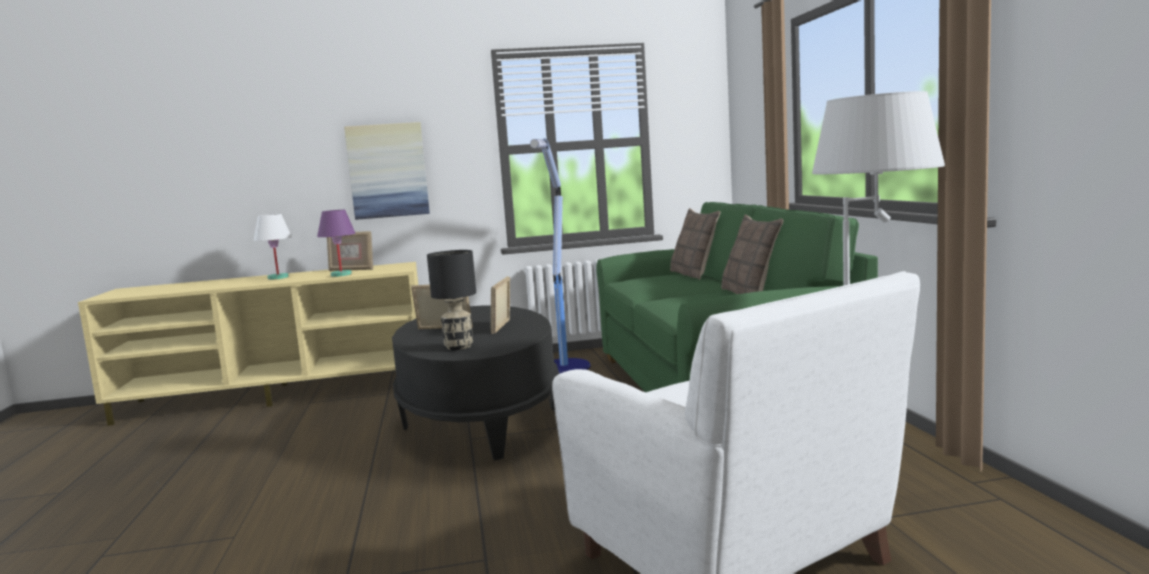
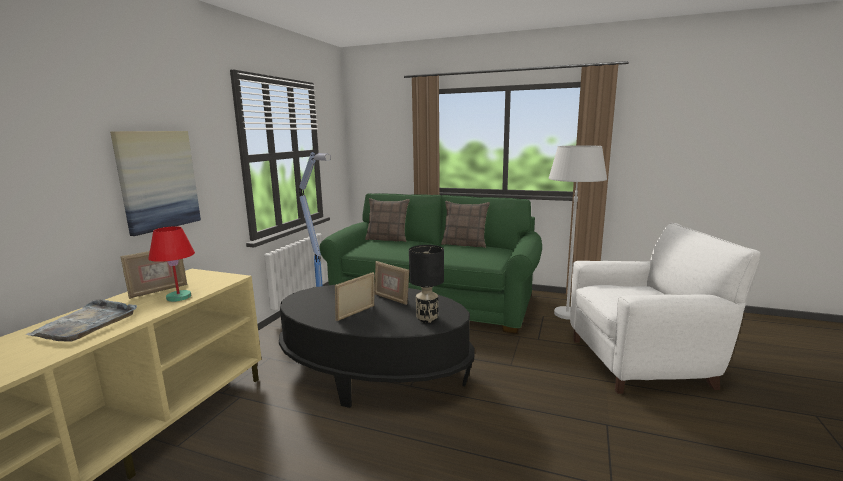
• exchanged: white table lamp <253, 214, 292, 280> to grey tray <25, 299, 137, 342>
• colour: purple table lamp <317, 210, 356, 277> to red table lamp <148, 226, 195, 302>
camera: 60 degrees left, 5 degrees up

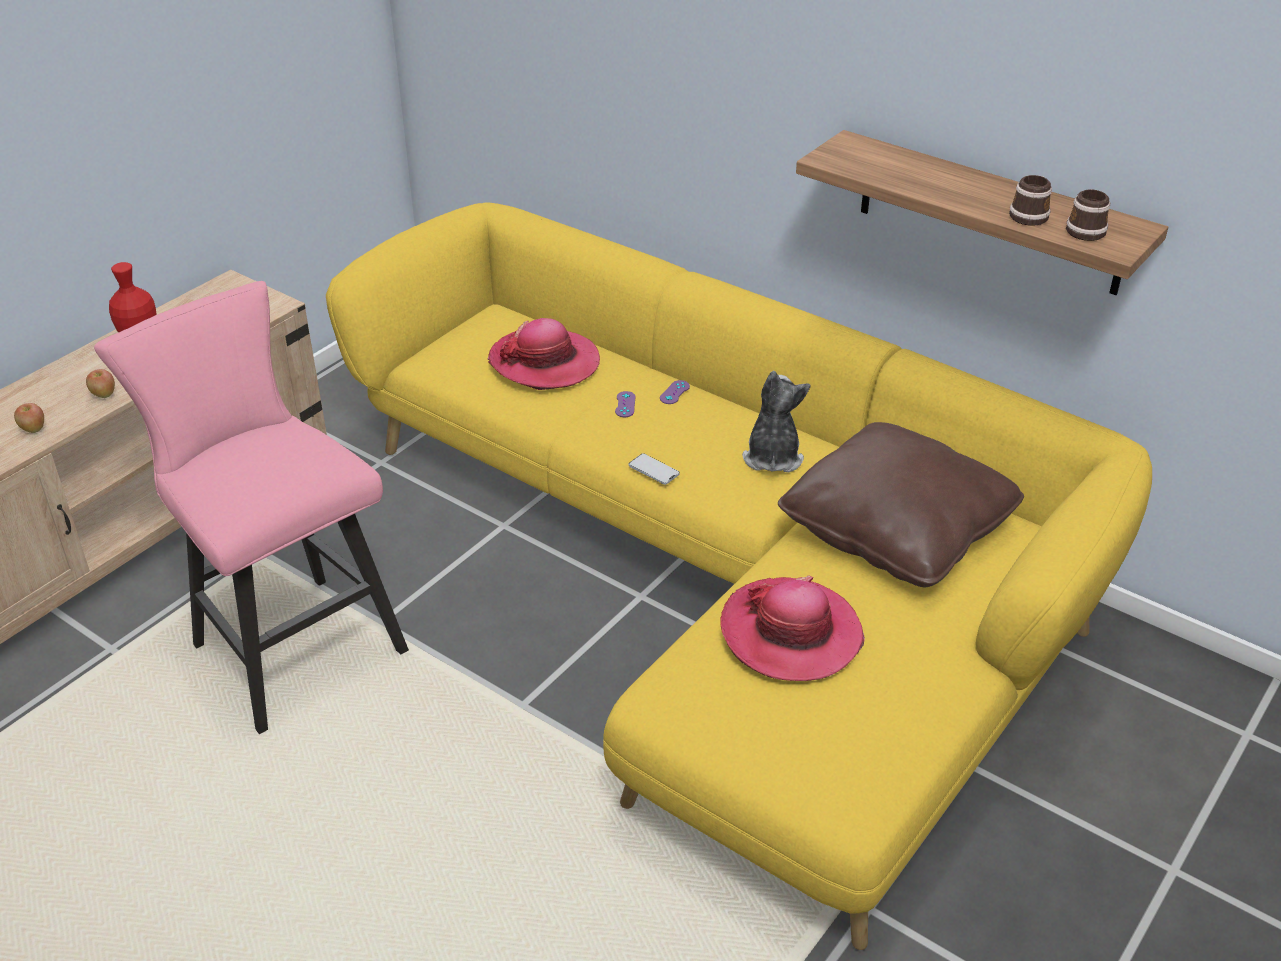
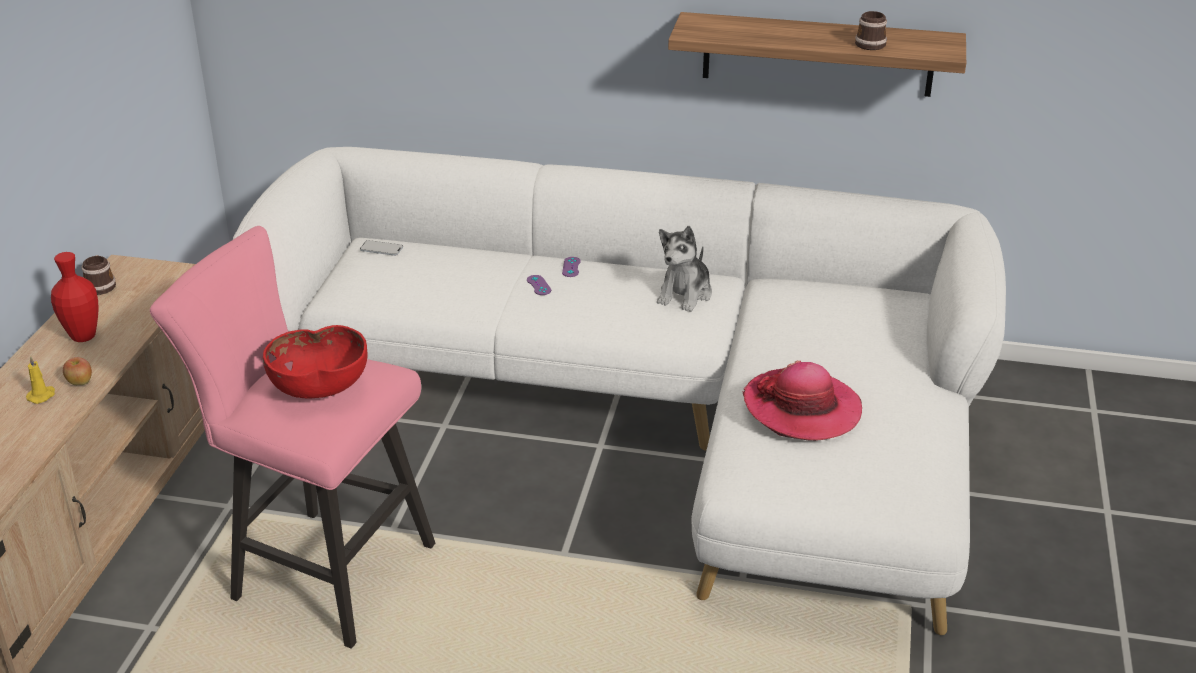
• missing: apple <14, 403, 44, 433>
• colour: yellow sofa <326, 202, 1152, 950> to white sofa <233, 147, 1006, 635>
• missing: hat <488, 318, 600, 390>
• relocated: phone <629, 453, 680, 485> to <360, 240, 403, 256>
• spun: plush toy <742, 371, 811, 472> = <657, 226, 712, 312> 135 degrees counterclockwise
• missing: brown pillow <778, 422, 1024, 587>
• relocated: mug <1066, 189, 1110, 241> to <82, 255, 116, 295>
• appeared: yellow candle <26, 356, 55, 404>
• appeared: red bowl <263, 325, 368, 399>
camera: 25 degrees left, 5 degrees down

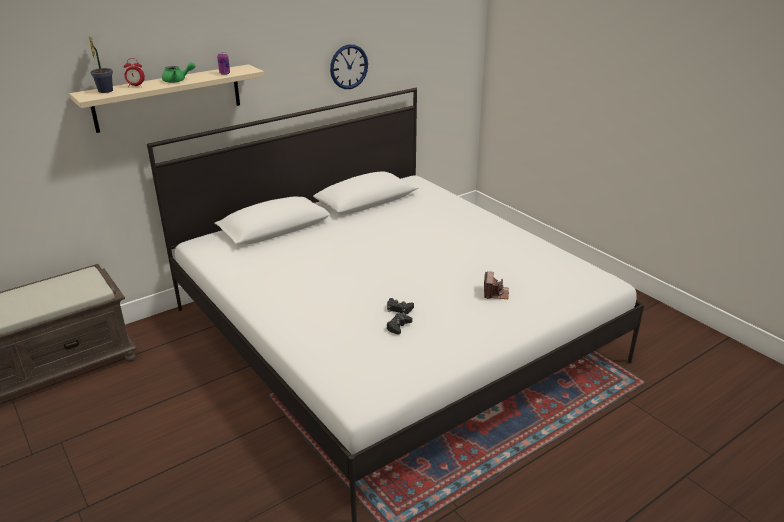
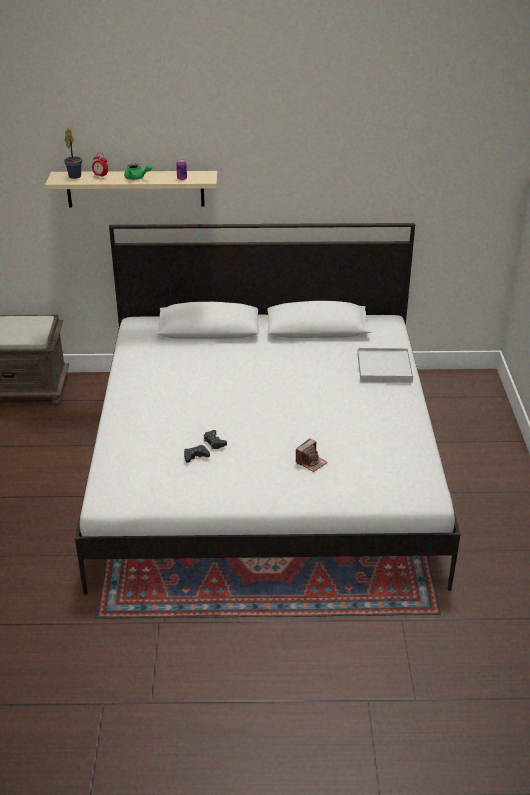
• missing: wall clock <330, 44, 368, 89>
• appeared: white tray <358, 348, 413, 383>
camera: 35 degrees right, 5 degrees up

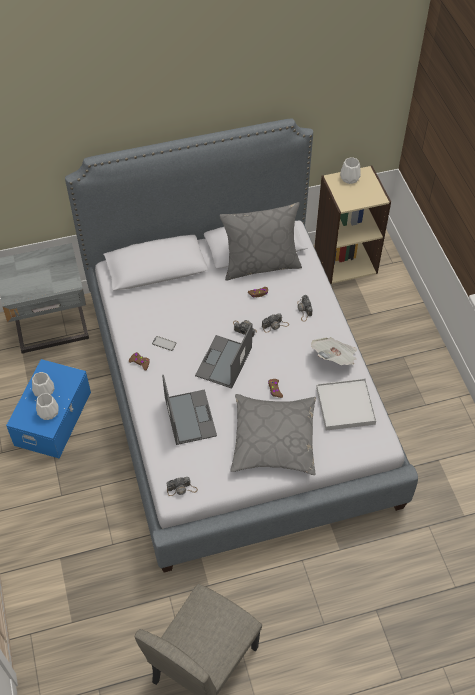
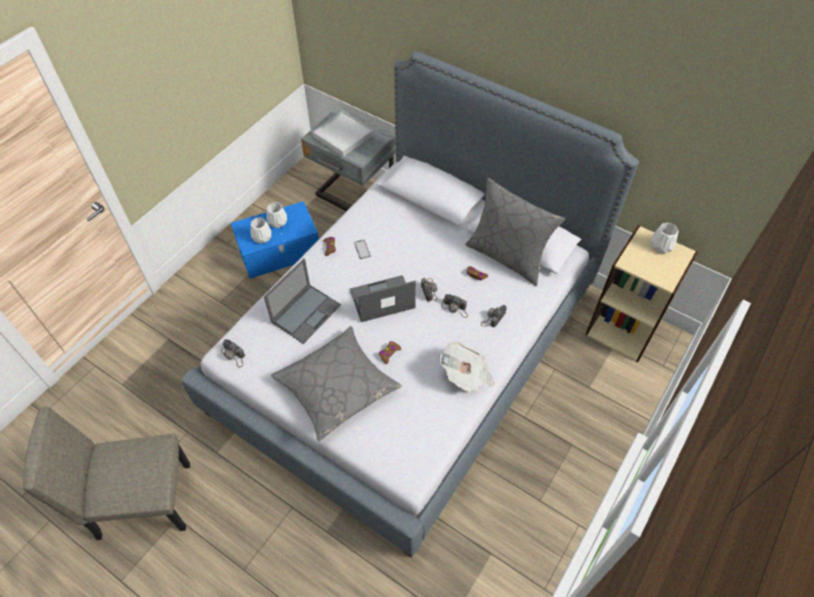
• relocated: white tray <316, 378, 376, 431> to <313, 111, 374, 157>
camera: 50 degrees right, 0 degrees up

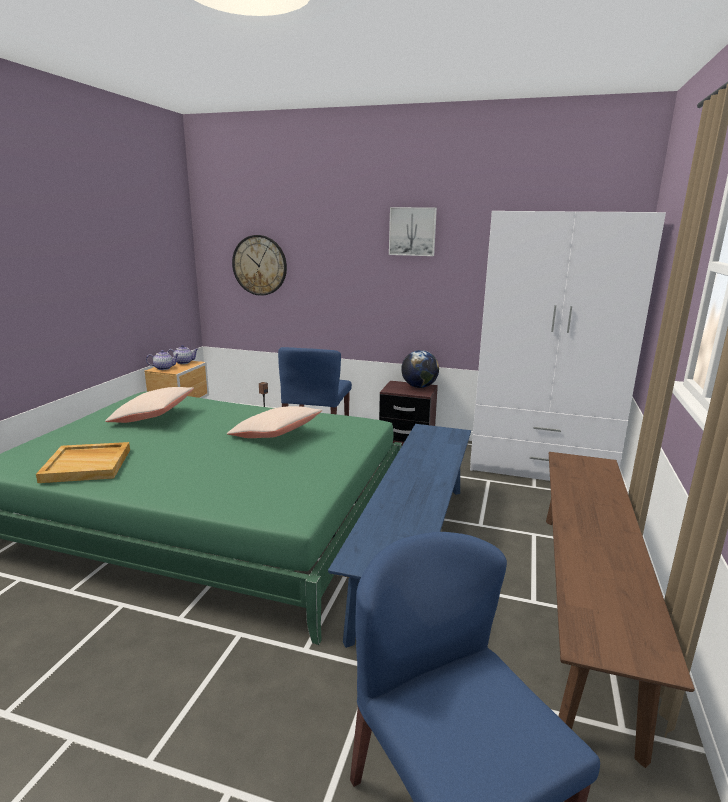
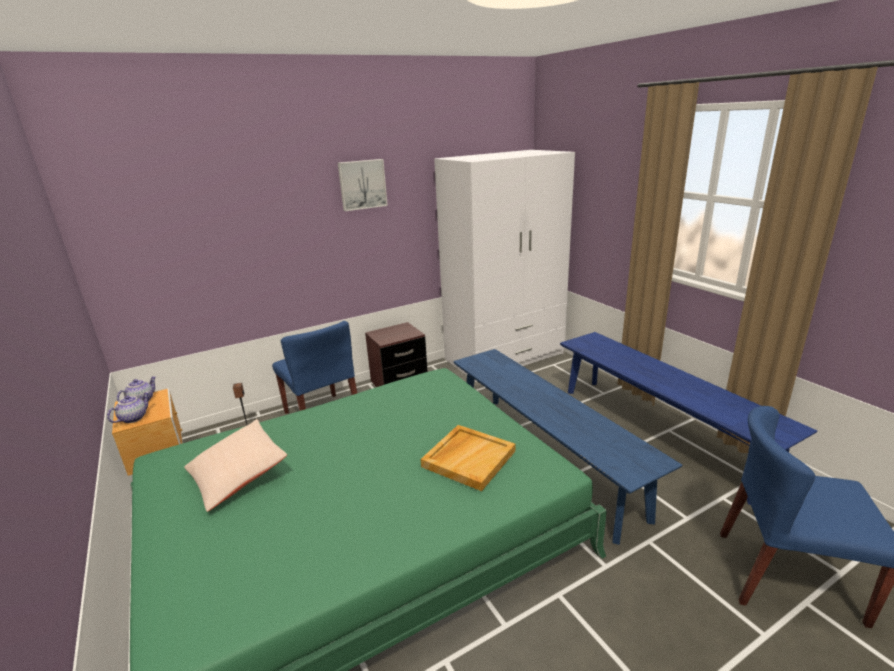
• relocated: beige tray <36, 442, 130, 483> to <421, 425, 515, 491>
• missing: beige pillow <227, 406, 322, 438>
• missing: wall clock <232, 235, 287, 296>
• missing: globe <401, 350, 439, 388>
• colour: brown bench <546, 452, 695, 768> to blue bench <560, 332, 817, 505>
camera: 45 degrees left, 5 degrees up

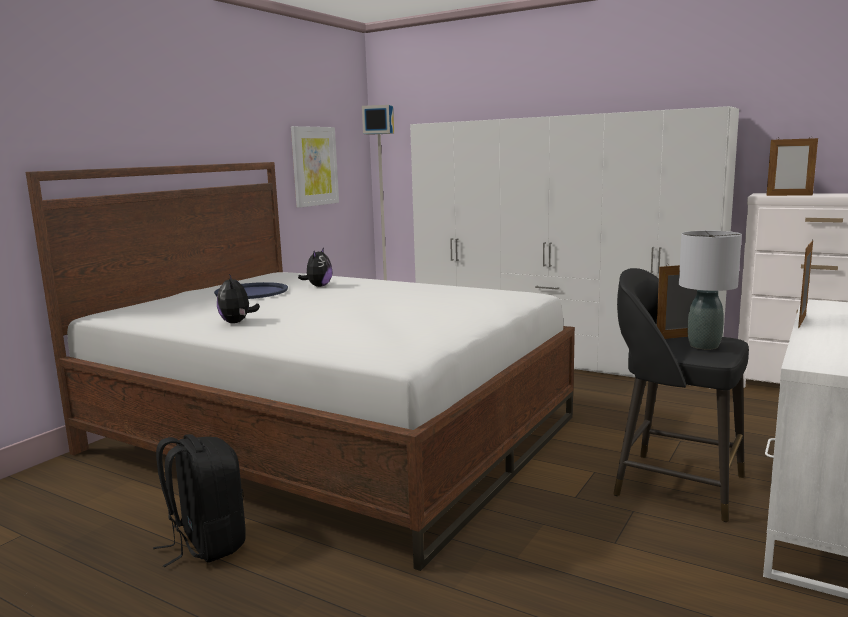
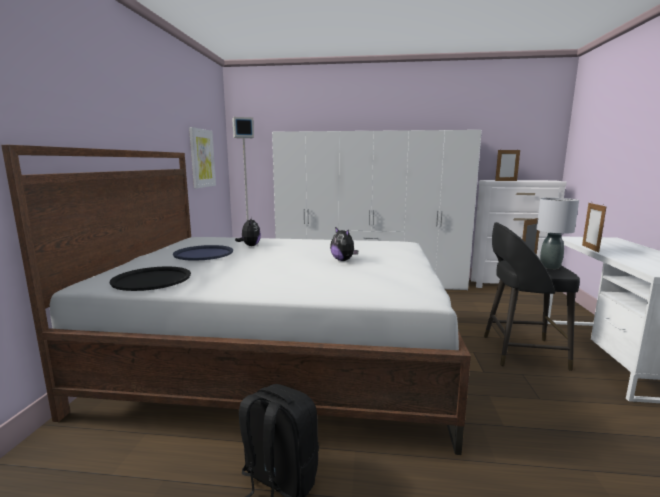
• relocated: plush toy <217, 274, 260, 323> to <330, 227, 359, 261>
• appeared: black tray <110, 266, 191, 291>
camera: 25 degrees left, 0 degrees up

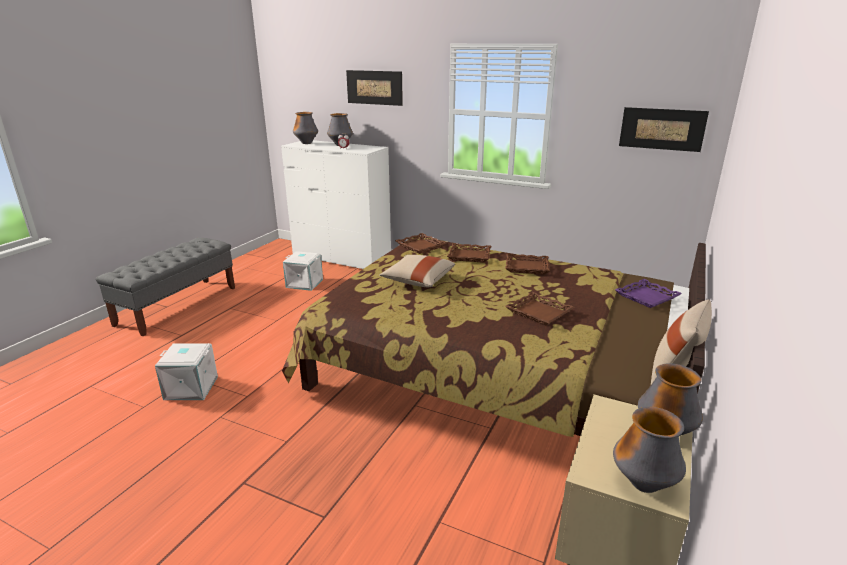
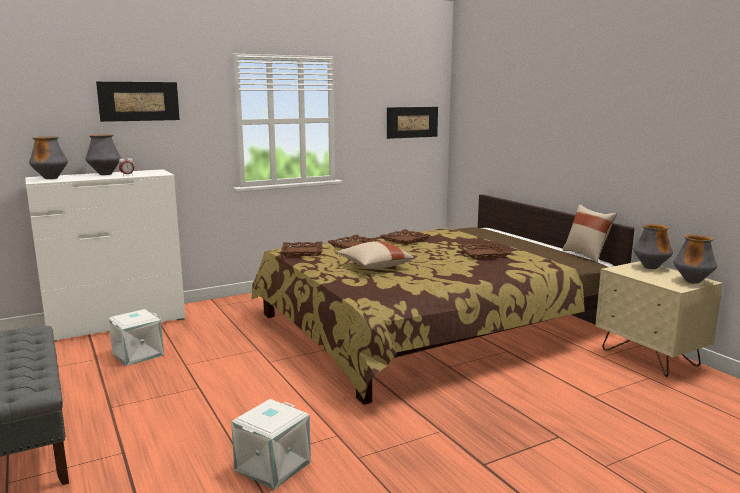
• missing: purple tray <615, 279, 682, 308>
camera: 55 degrees left, 10 degrees down

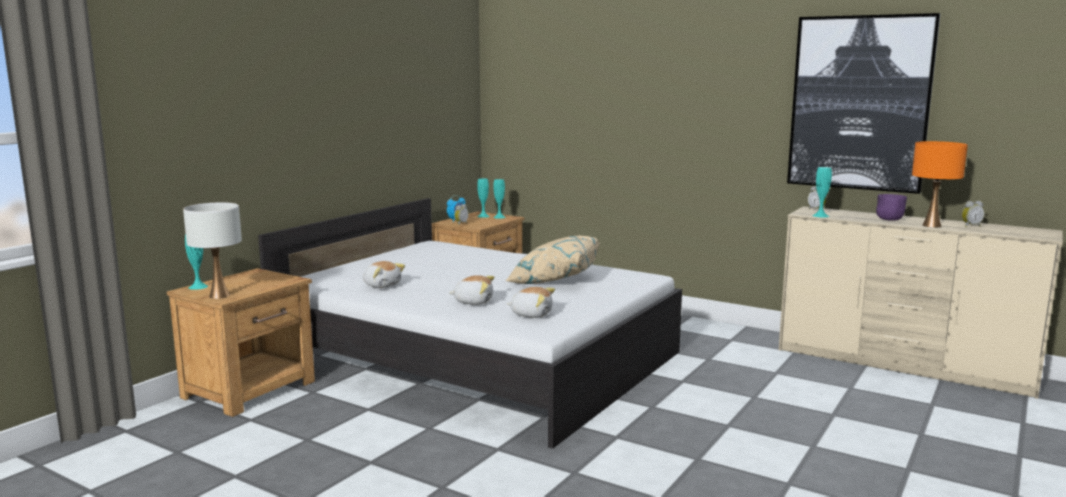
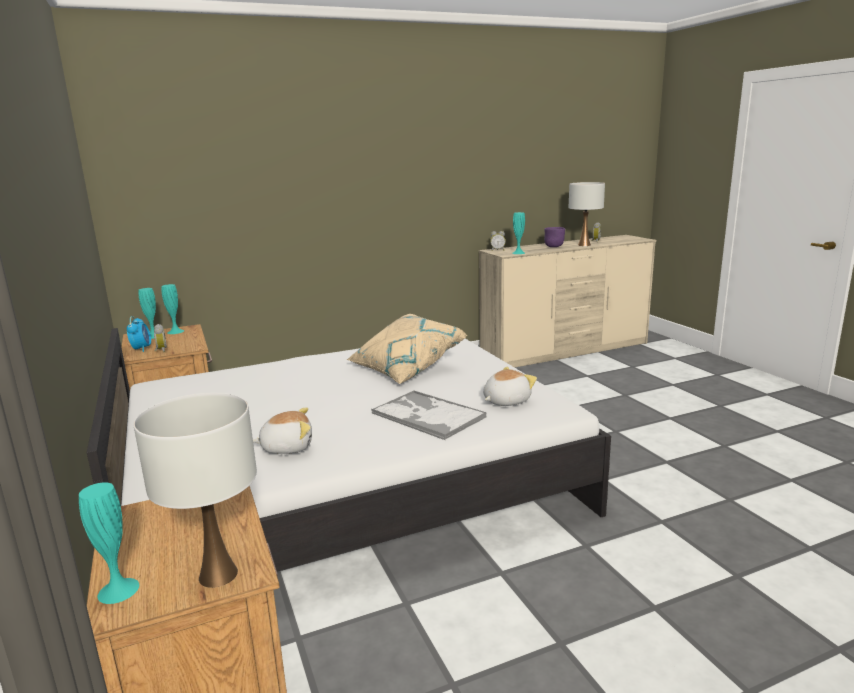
• exchanged: plush toy <449, 275, 494, 305> to tray <371, 390, 486, 440>
• missing: picture <787, 13, 940, 194>
• colour: orange table lamp <912, 141, 968, 228> to white table lamp <569, 182, 605, 246>
camera: 55 degrees left, 5 degrees up

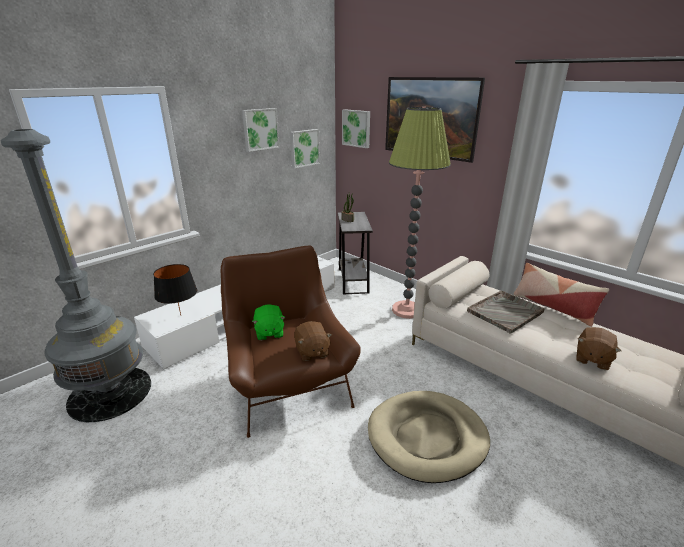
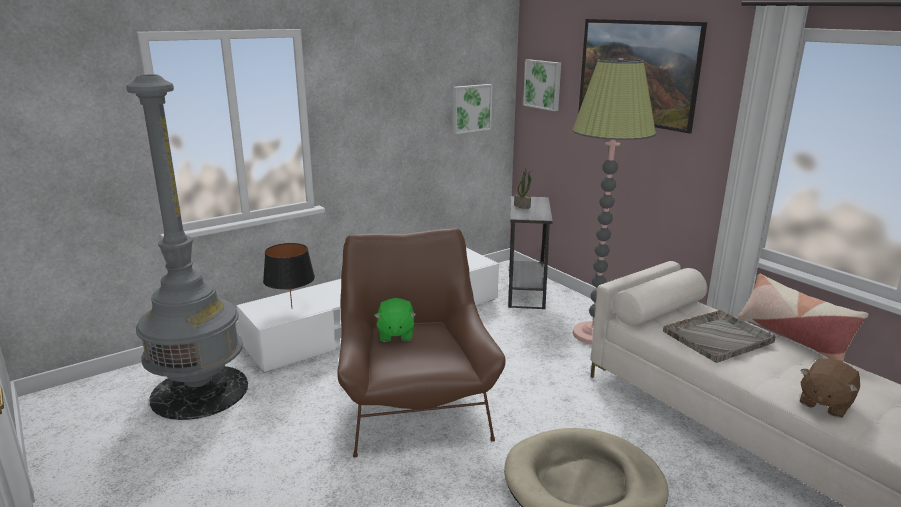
• missing: picture <242, 108, 280, 152>
• missing: brown plush toy <294, 321, 332, 361>
camera: 10 degrees right, 5 degrees down

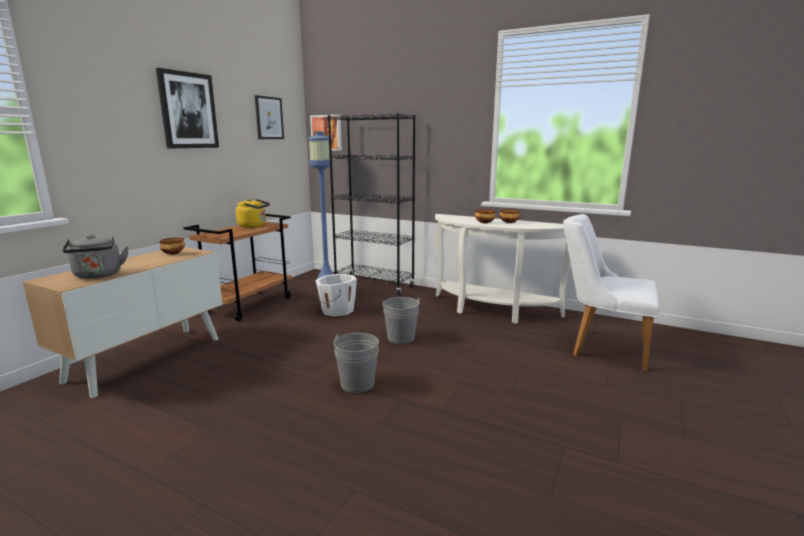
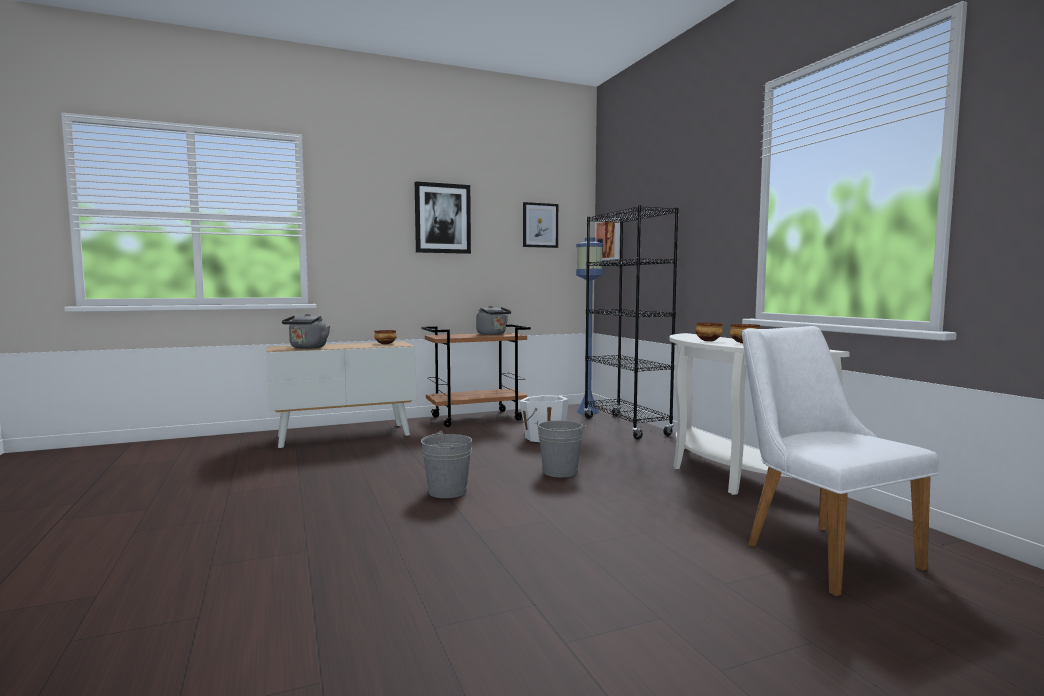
• colour: yellow kettle <236, 199, 270, 228> to grey kettle <476, 306, 511, 335>
camera: 40 degrees right, 10 degrees down

